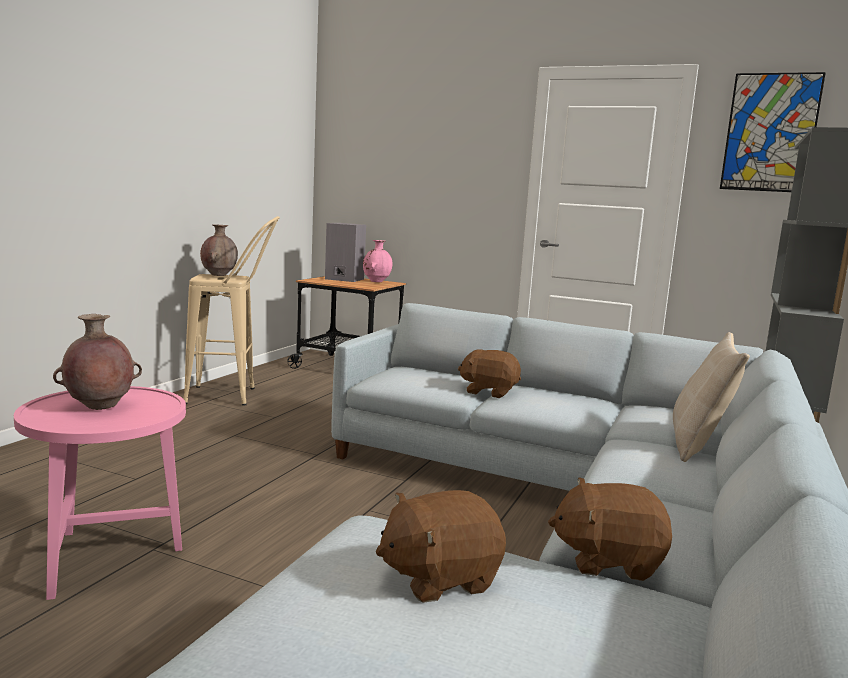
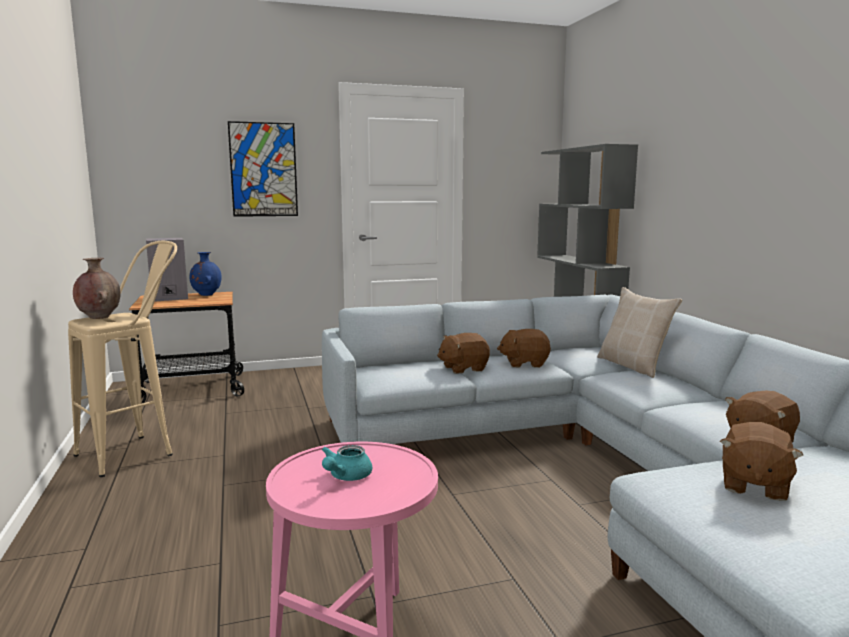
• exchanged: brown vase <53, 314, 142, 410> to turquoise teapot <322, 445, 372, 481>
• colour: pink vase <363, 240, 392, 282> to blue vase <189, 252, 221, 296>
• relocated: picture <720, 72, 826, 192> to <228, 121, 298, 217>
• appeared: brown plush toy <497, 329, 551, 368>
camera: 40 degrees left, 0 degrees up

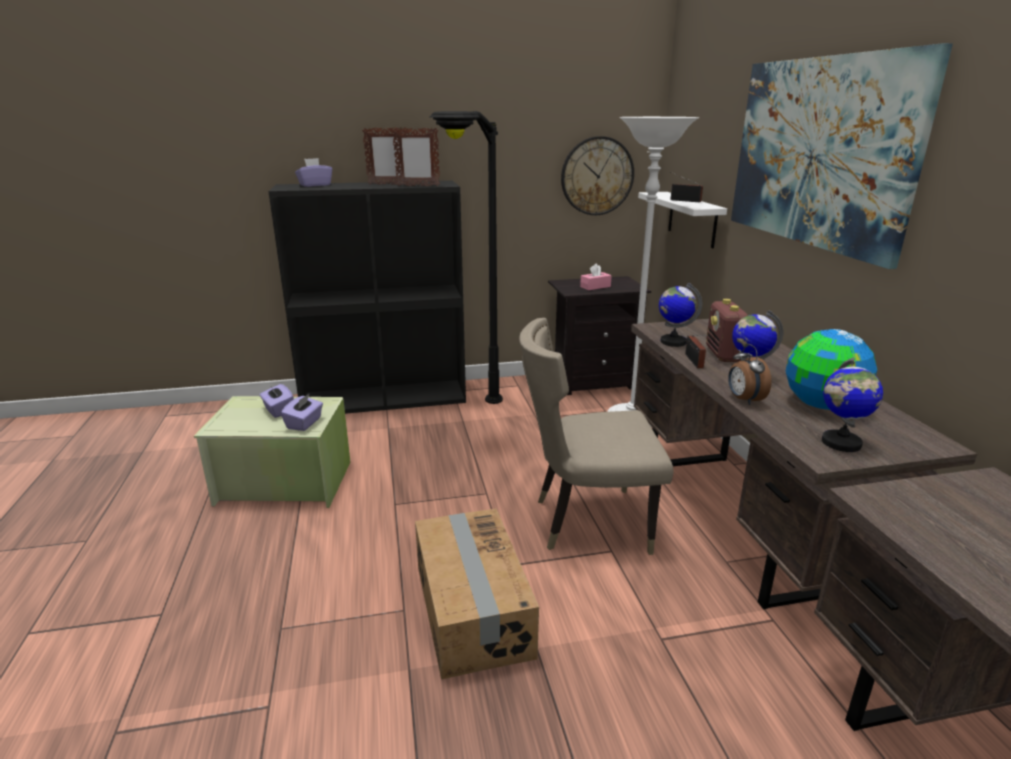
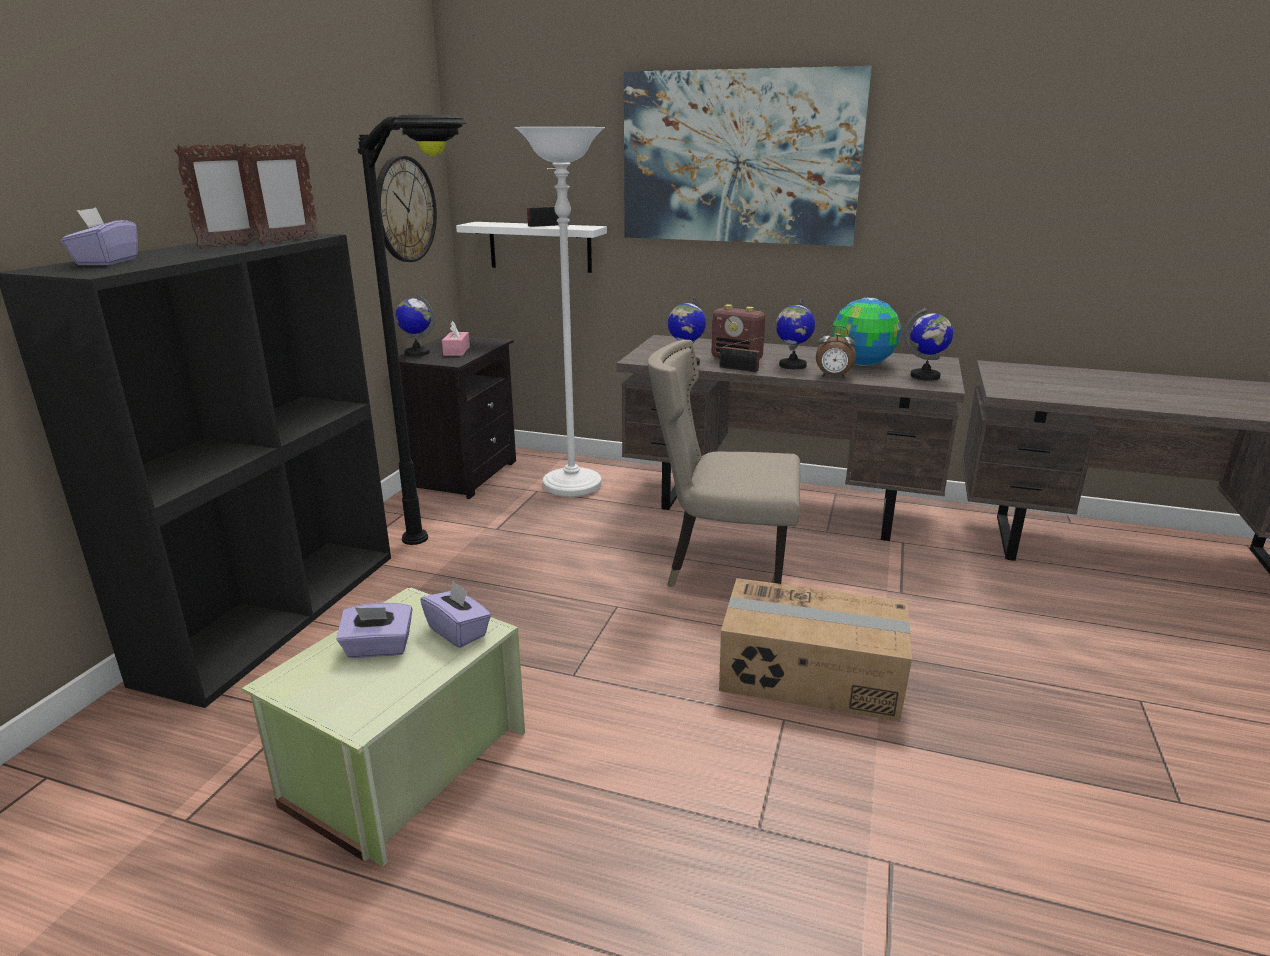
• spun: beige chair <519, 318, 673, 555> = <648, 340, 800, 587> 75 degrees clockwise
• appeared: globe <395, 295, 435, 356>
camera: 60 degrees left, 0 degrees up

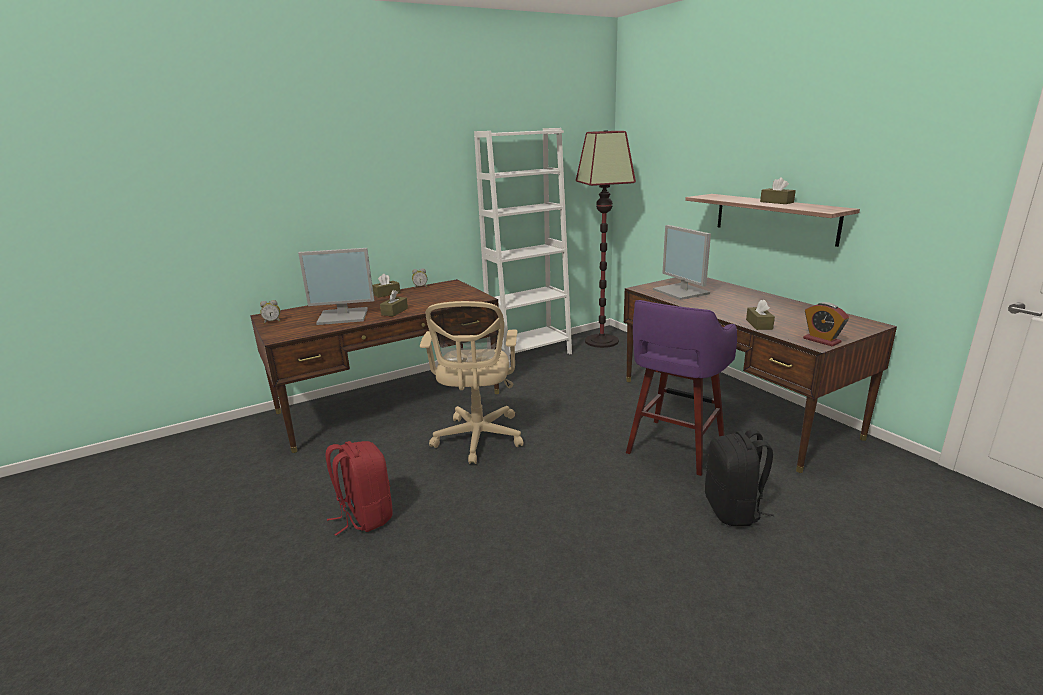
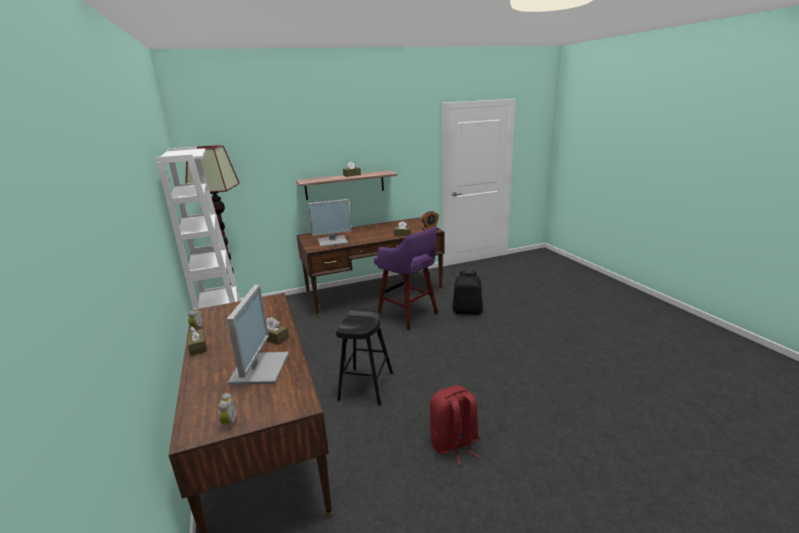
• exchanged: beige office chair <420, 301, 523, 464> to black stool <336, 309, 393, 405>
camera: 80 degrees left, 0 degrees up

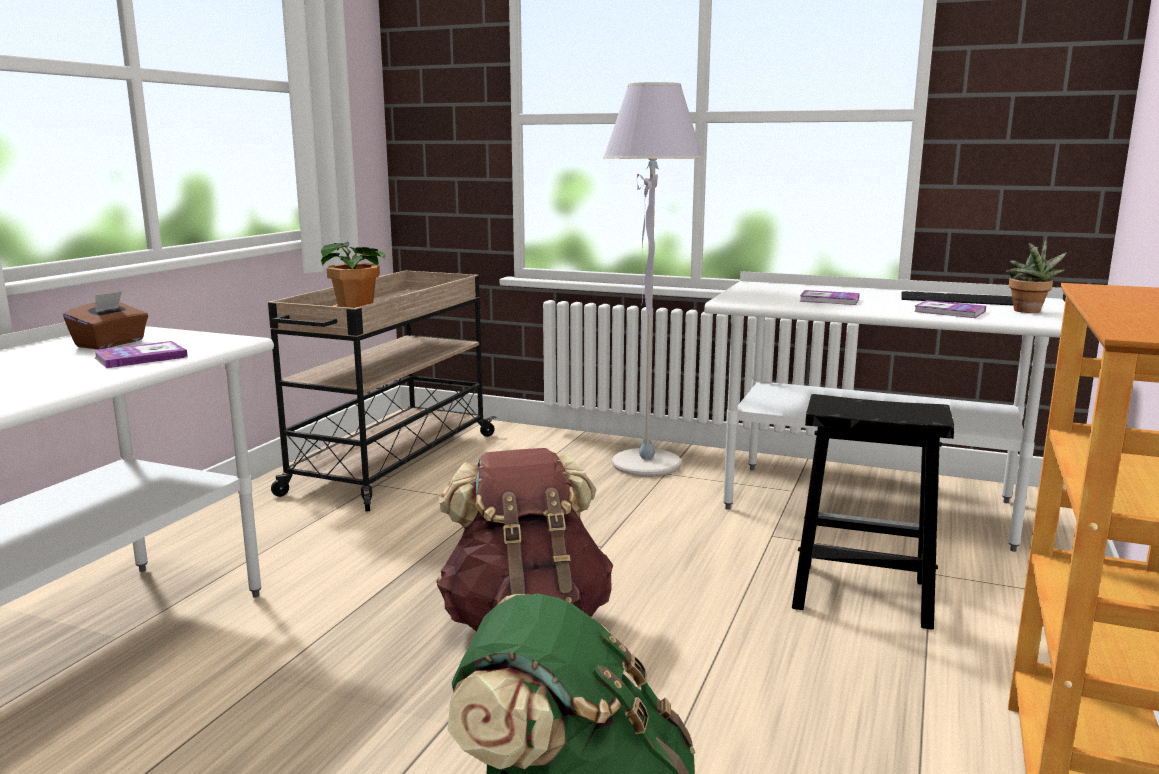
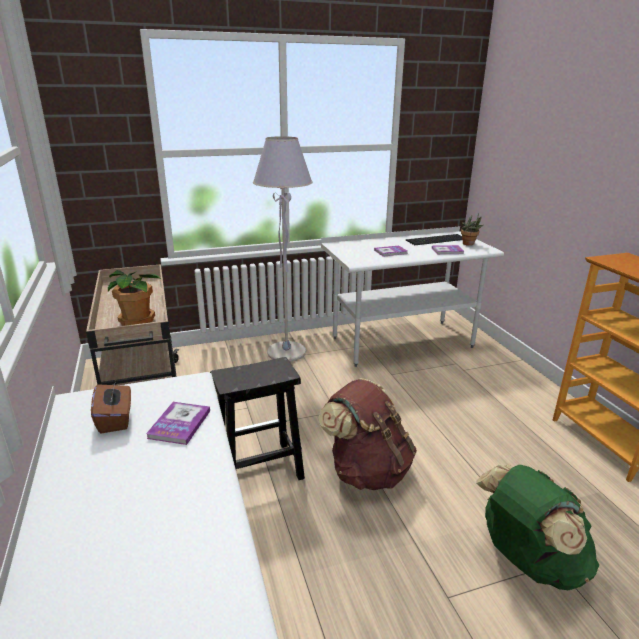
• relocated: black stool <792, 394, 955, 630> to <210, 357, 305, 480>
camera: 40 degrees left, 10 degrees up

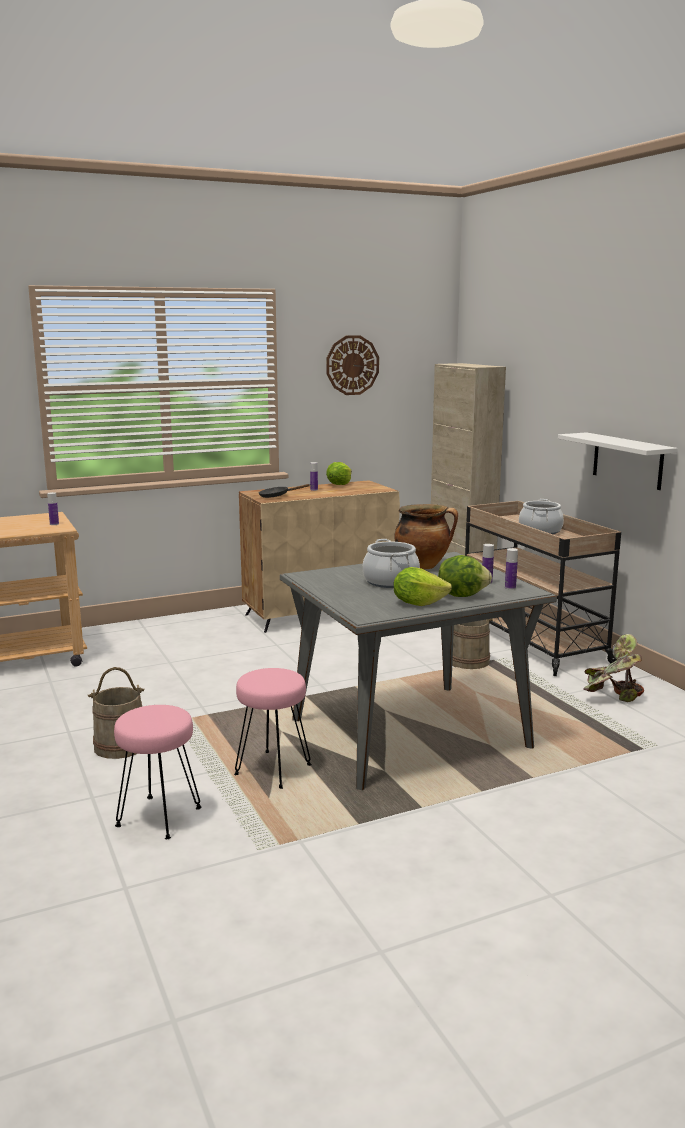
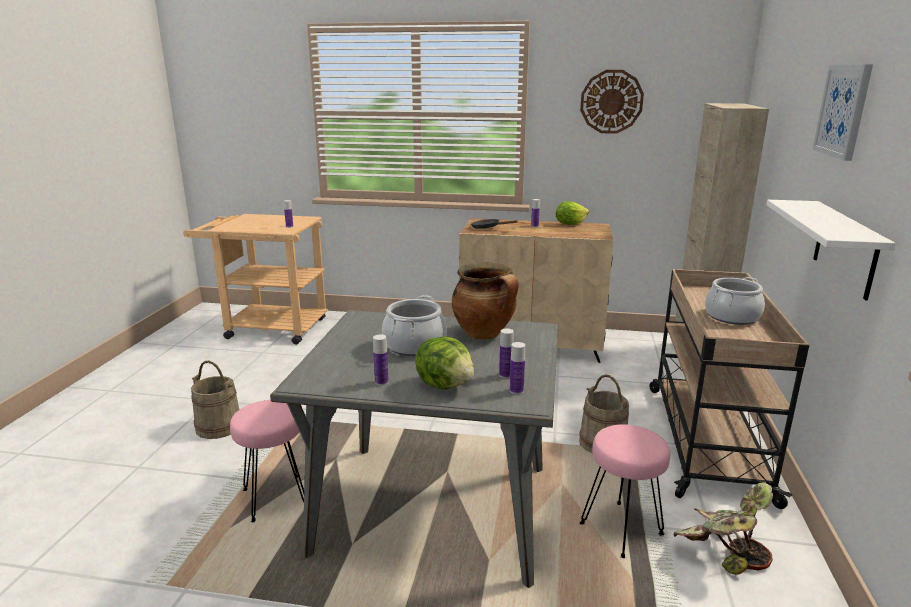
• relocated: pink stool <114, 705, 202, 839> to <580, 424, 670, 558>
• exchanged: lettuce <393, 567, 452, 606> to bottle <373, 334, 389, 385>
• appeared: picture <813, 65, 873, 161>
camera: 35 degrees right, 5 degrees up

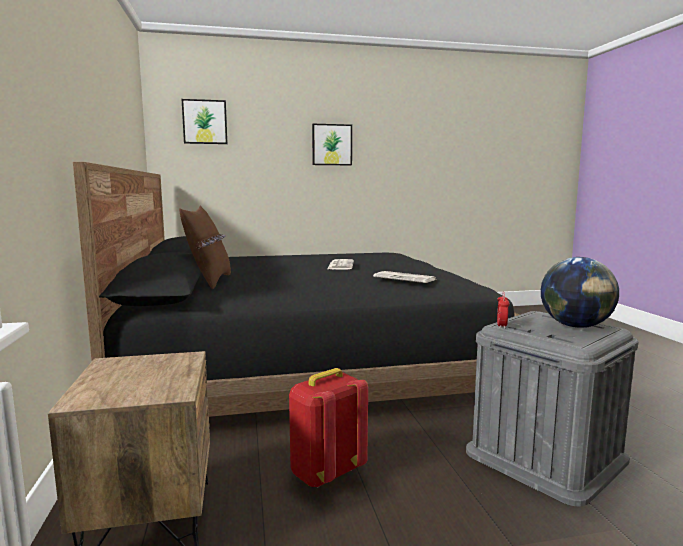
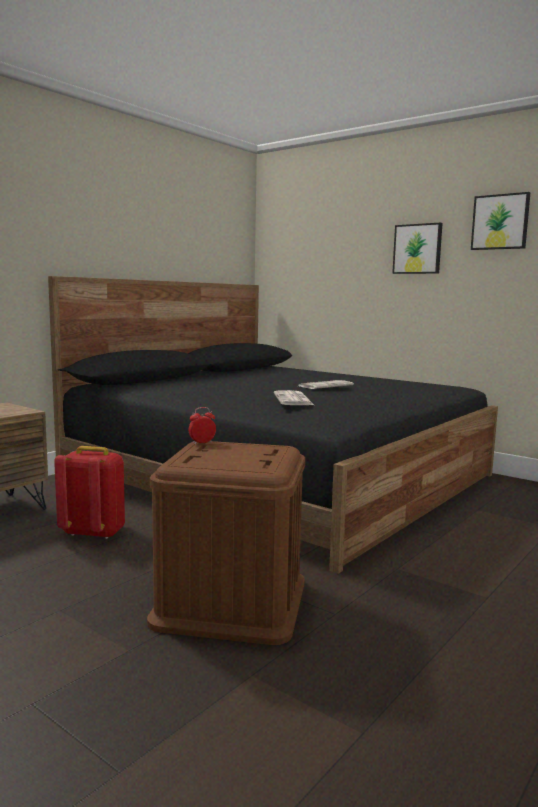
• missing: brown pillow <179, 206, 231, 289>
• relocated: picture <182, 99, 228, 144> to <471, 192, 530, 250>
• colour: grey storage box <466, 311, 639, 507> to brown storage box <147, 441, 305, 645>
• missing: globe <541, 257, 619, 328>
camera: 50 degrees right, 0 degrees up

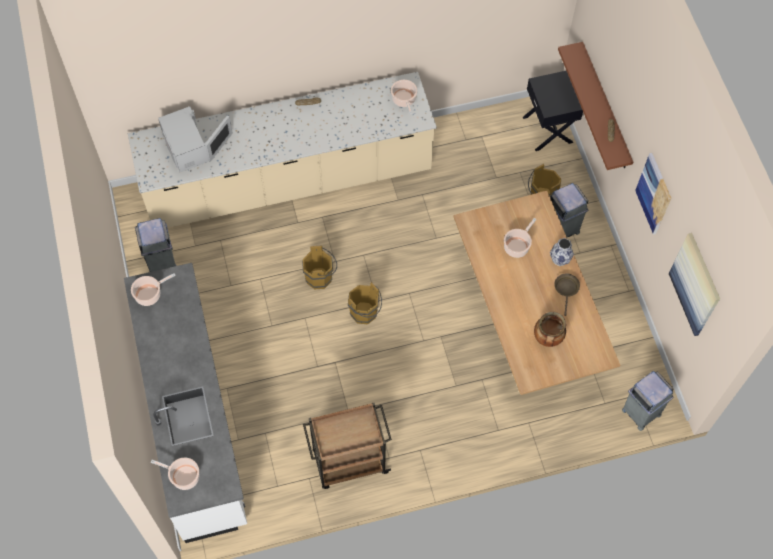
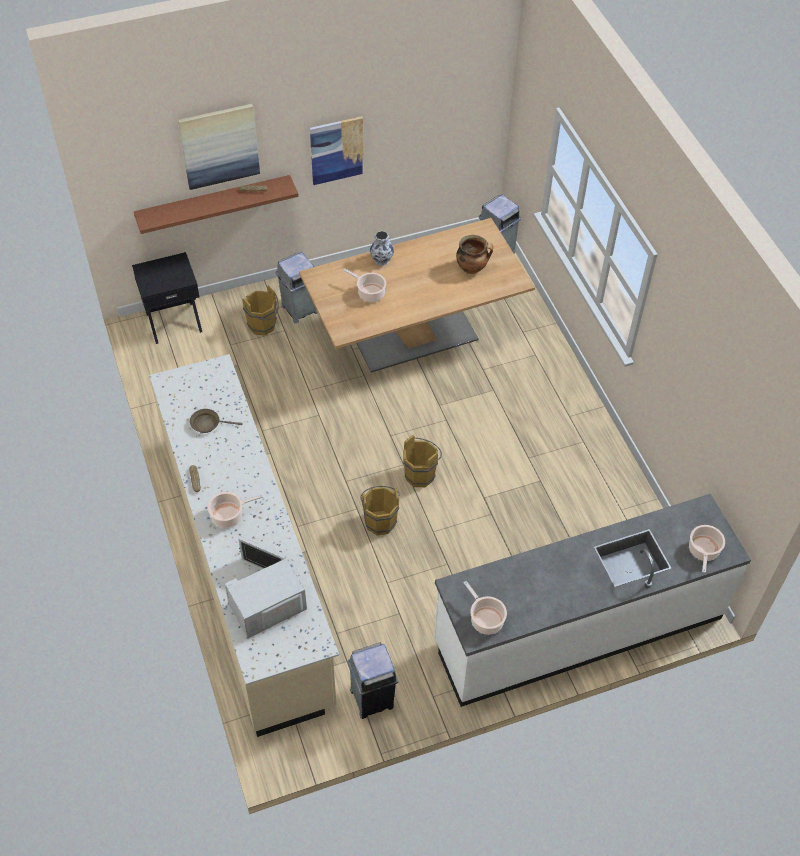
• missing: brown cart <303, 403, 392, 489>
• relocated: cooking pot <391, 80, 417, 115> to <208, 492, 263, 528>
• relocated: brown frying pan <554, 274, 580, 316> to <190, 409, 242, 433>
• relocated: picture <669, 233, 720, 336> to <178, 104, 260, 190>
camera: 95 degrees left, 10 degrees down

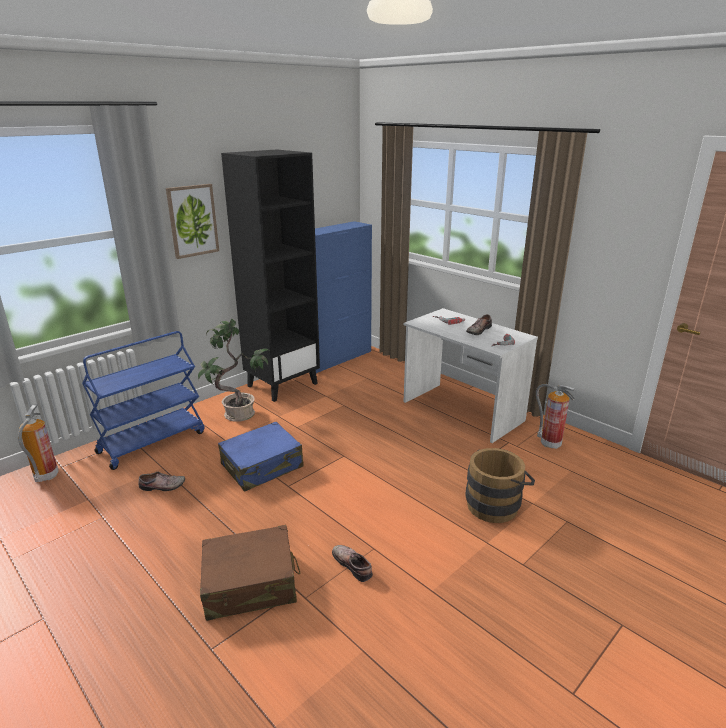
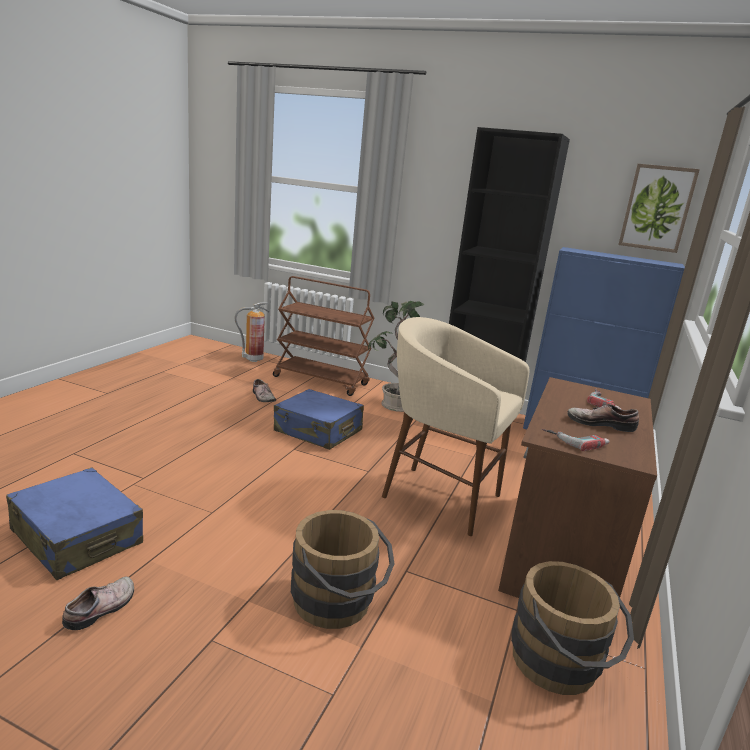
• colour: blue cart <82, 331, 205, 470> to brown cart <273, 276, 374, 396>
• relocated: picture <166, 184, 219, 259> to <618, 164, 700, 253>
• missing: brown suitcase <200, 525, 301, 621>
• relocated: shoe <332, 545, 373, 582> to <62, 577, 134, 630>
• colour: white desk <404, 308, 538, 443> to brown desk <498, 377, 657, 598>
• exchanged: fire extinguisher <536, 384, 575, 449> to brown bucket <511, 561, 634, 695>
• appeared: blue suitcase <6, 467, 143, 580>
• appeared: beige stool <382, 317, 530, 536>
camera: 65 degrees right, 5 degrees down

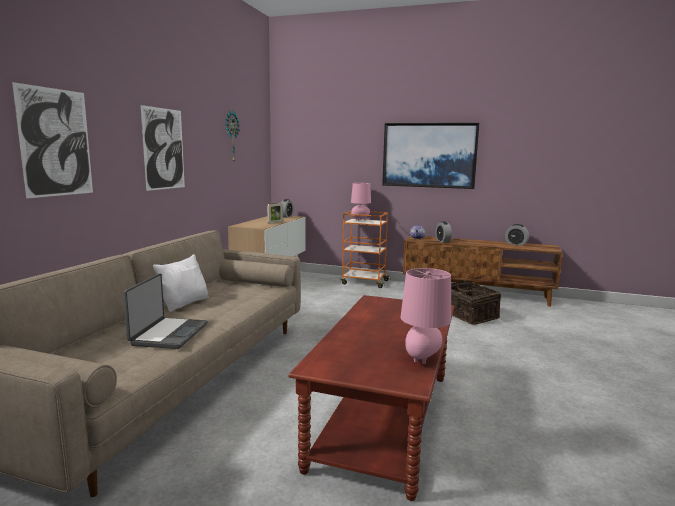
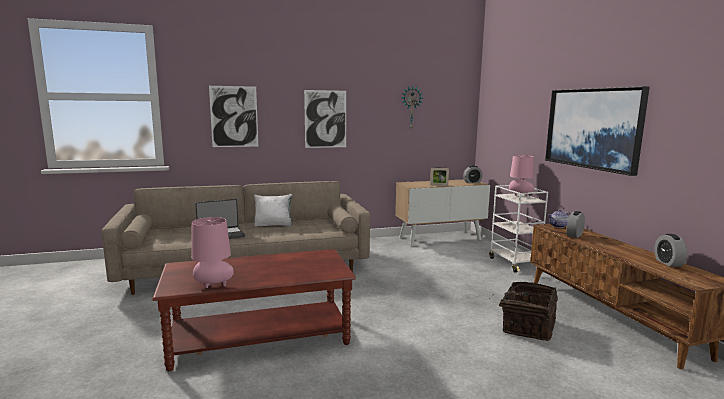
• colour: orange cart <341, 210, 391, 288> to white cart <489, 185, 548, 272>
camera: 55 degrees right, 0 degrees up

